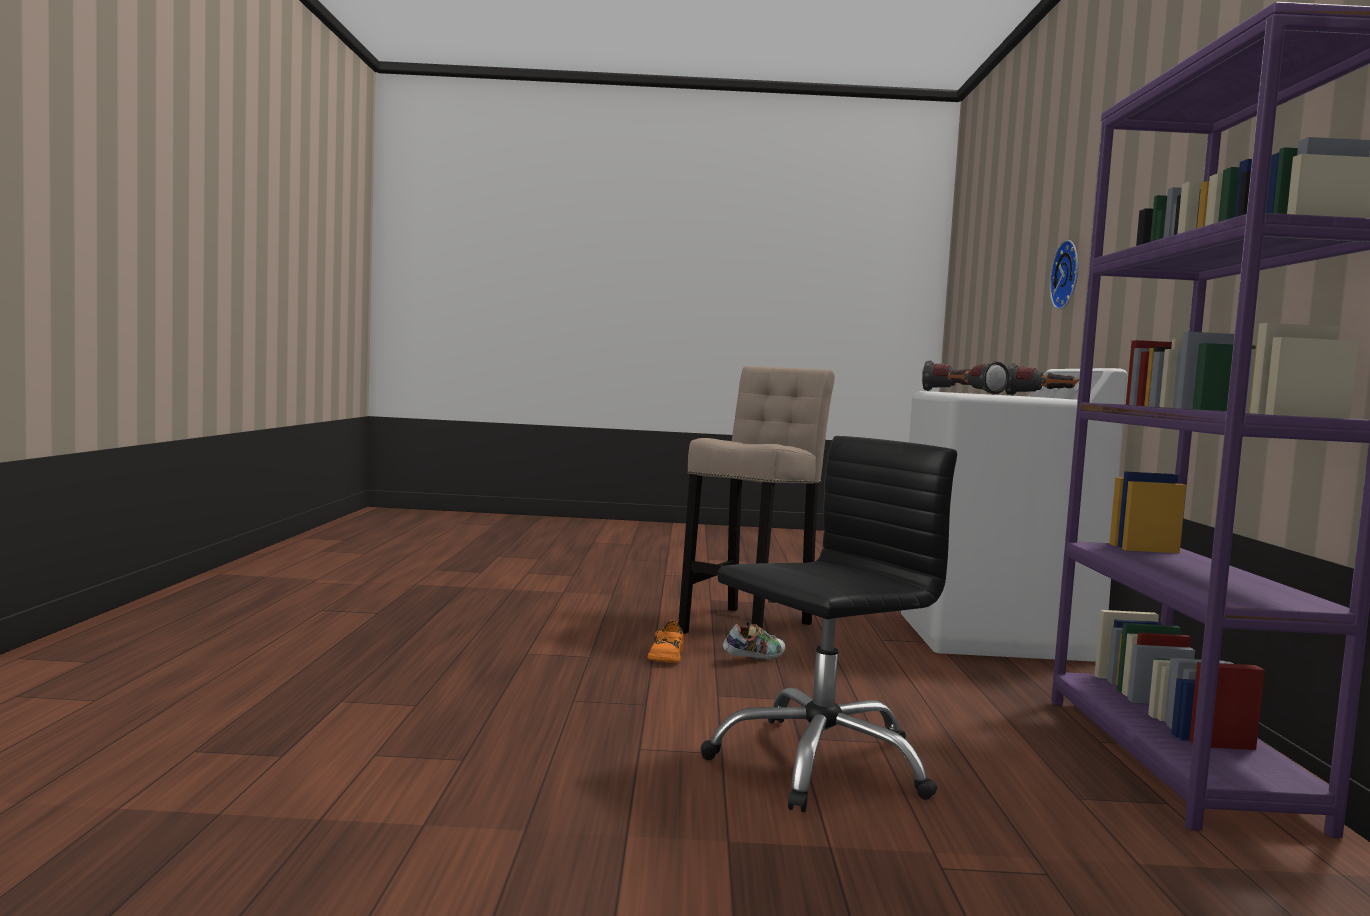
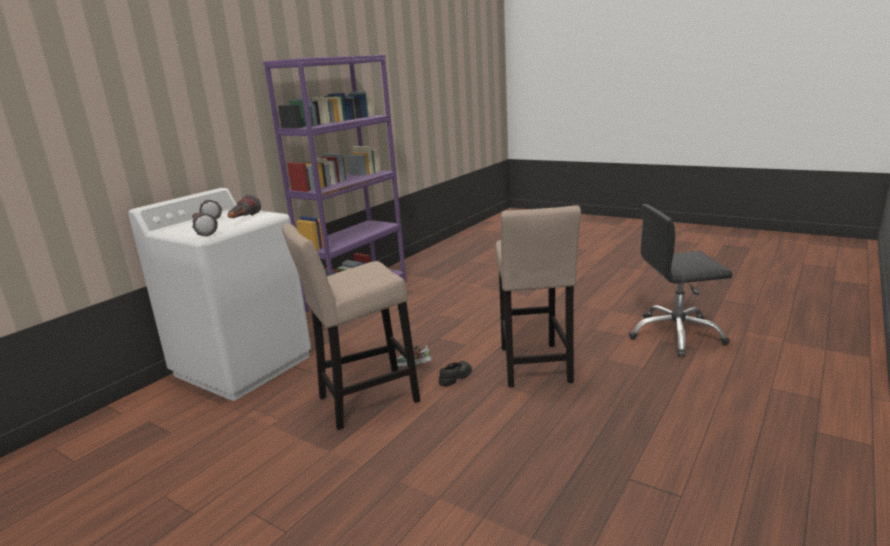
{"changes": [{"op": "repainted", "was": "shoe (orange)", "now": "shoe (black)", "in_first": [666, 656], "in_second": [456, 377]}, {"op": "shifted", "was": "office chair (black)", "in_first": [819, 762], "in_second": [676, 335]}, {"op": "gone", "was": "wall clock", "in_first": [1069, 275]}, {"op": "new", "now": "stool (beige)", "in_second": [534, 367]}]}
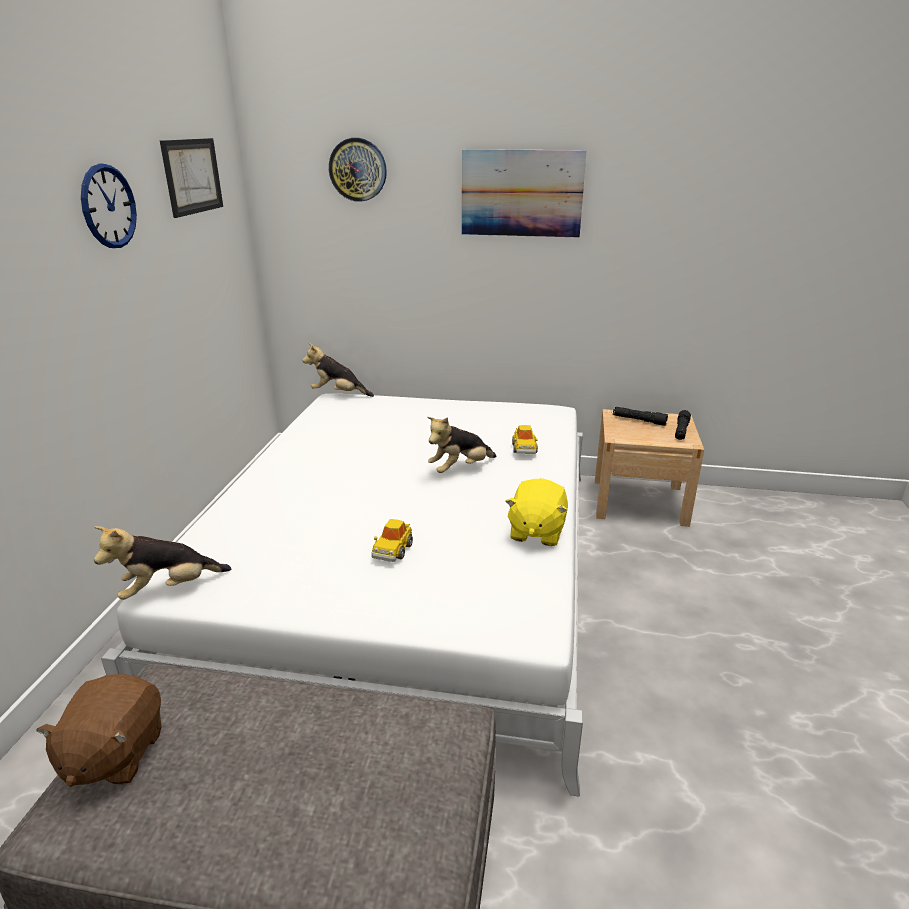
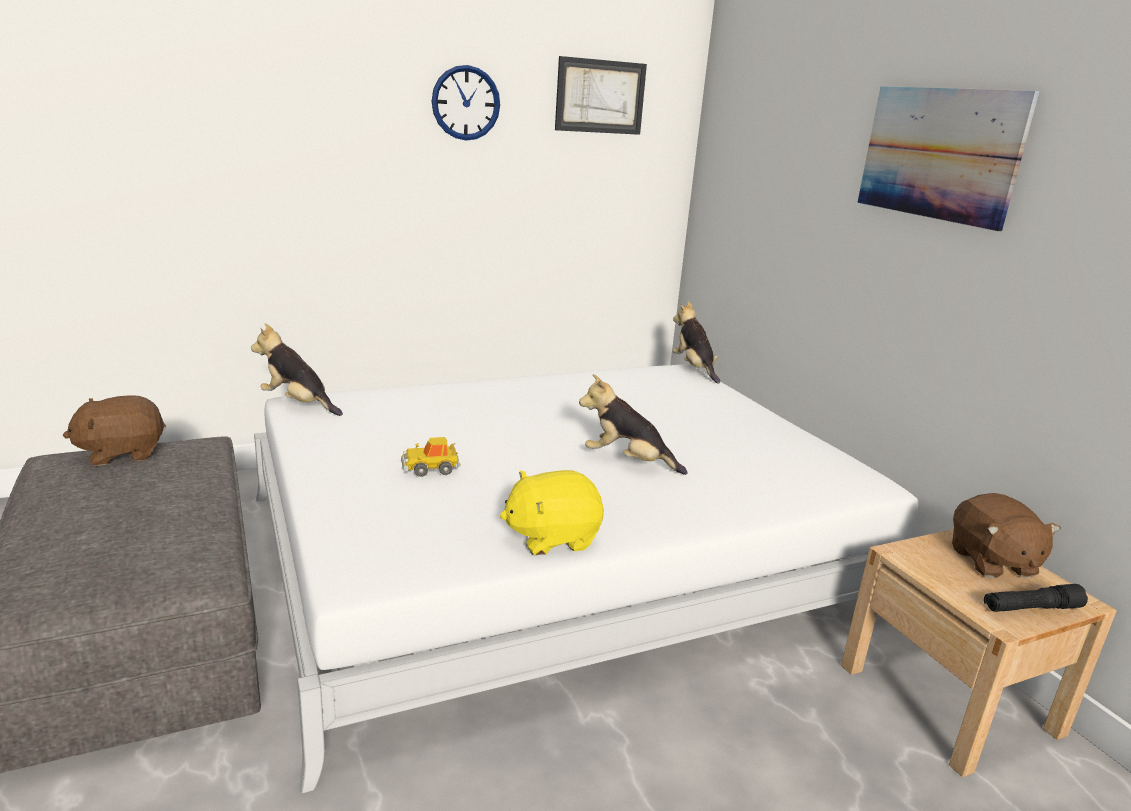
{"changes": [{"op": "gone", "was": "wall clock", "in_first": [358, 170]}, {"op": "gone", "was": "toy car", "in_first": [524, 448]}, {"op": "swapped", "was": "flashlight (black)", "now": "plush toy (brown)", "in_first": [639, 420], "in_second": [991, 562]}]}
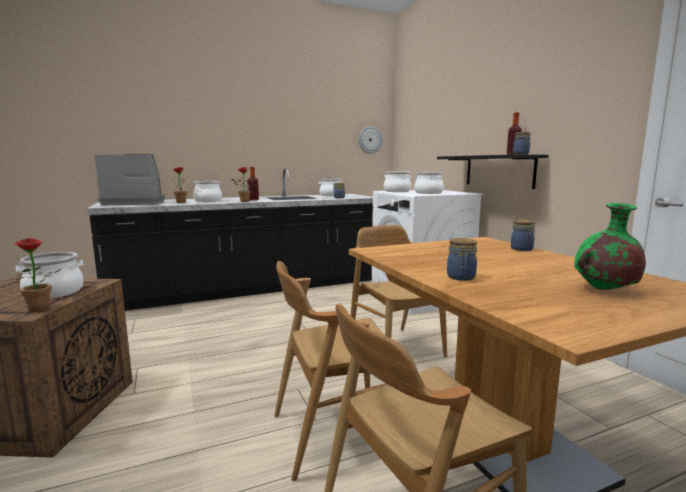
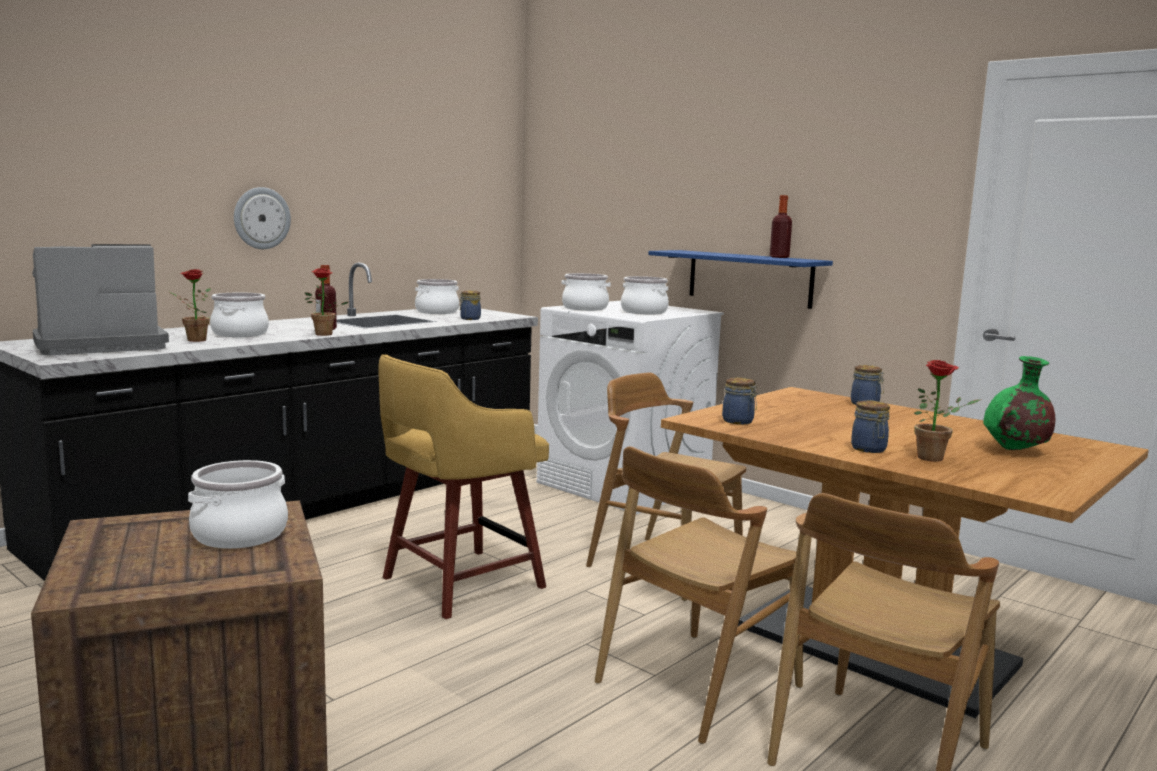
{"changes": [{"op": "shifted", "was": "potted plant", "in_first": [40, 309], "in_second": [936, 459]}, {"op": "shifted", "was": "wall clock", "in_first": [370, 140], "in_second": [261, 218]}, {"op": "repainted", "was": "shelf (black)", "now": "shelf (blue)", "in_first": [499, 171], "in_second": [749, 278]}, {"op": "shifted", "was": "jar", "in_first": [521, 154], "in_second": [739, 421]}, {"op": "new", "now": "stool (yellow)", "in_second": [458, 583]}]}
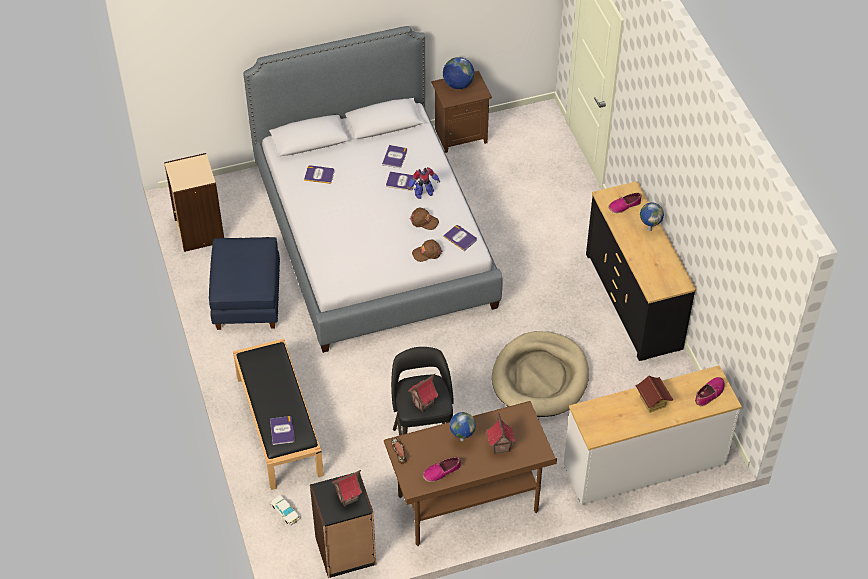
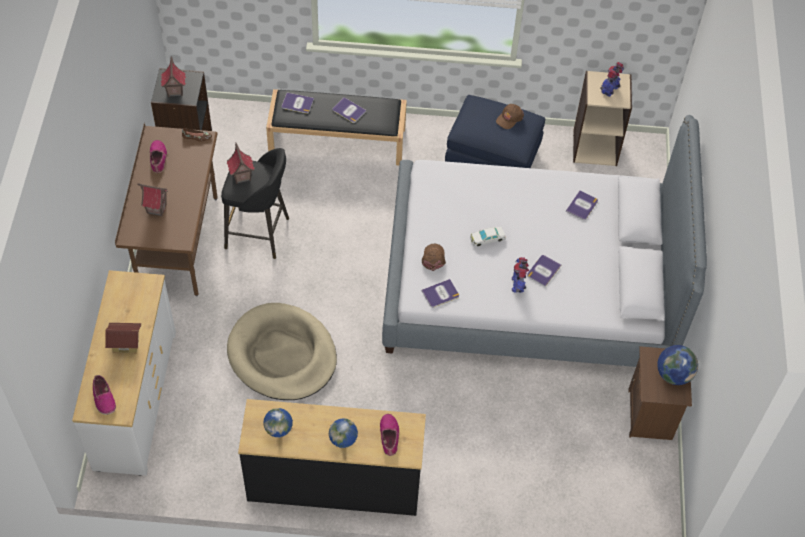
{"changes": [{"op": "shifted", "was": "toy car (white)", "in_first": [285, 511], "in_second": [487, 238]}, {"op": "shifted", "was": "book", "in_first": [395, 157], "in_second": [349, 111]}, {"op": "shifted", "was": "cap (brown)", "in_first": [424, 221], "in_second": [509, 118]}, {"op": "shifted", "was": "globe", "in_first": [461, 439], "in_second": [279, 435]}, {"op": "new", "now": "toy robot", "in_second": [610, 90]}]}
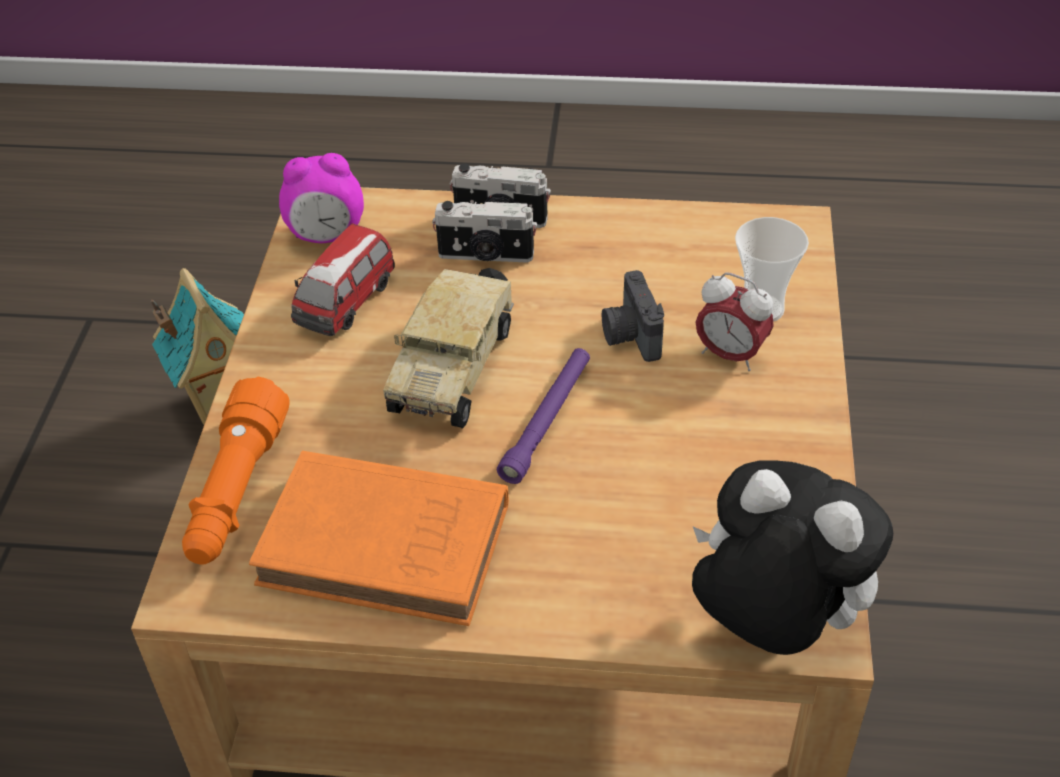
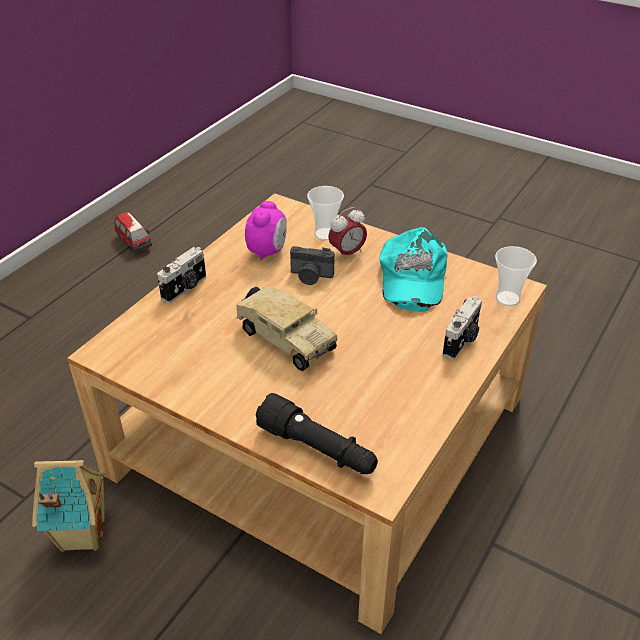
{"changes": [{"op": "repainted", "was": "flashlight (orange)", "now": "flashlight (black)", "in_first": [236, 491], "in_second": [317, 449]}, {"op": "gone", "was": "book (orange)", "in_first": [391, 546]}, {"op": "shifted", "was": "alarm clock", "in_first": [327, 235], "in_second": [267, 251]}, {"op": "shifted", "was": "toy car", "in_first": [346, 304], "in_second": [134, 242]}, {"op": "shifted", "was": "photo camera", "in_first": [485, 256], "in_second": [462, 341]}, {"op": "gone", "was": "flashlight (purple)", "in_first": [547, 421]}, {"op": "swapped", "was": "plush toy", "now": "cup", "in_first": [772, 624], "in_second": [507, 299]}, {"op": "new", "now": "cap (turquoise)", "in_second": [411, 277]}]}
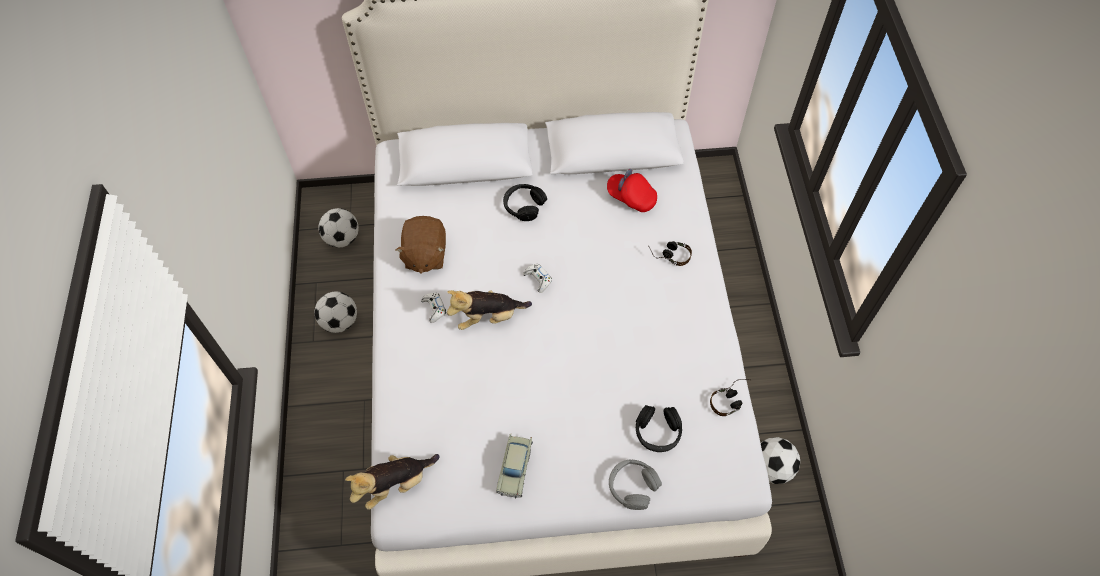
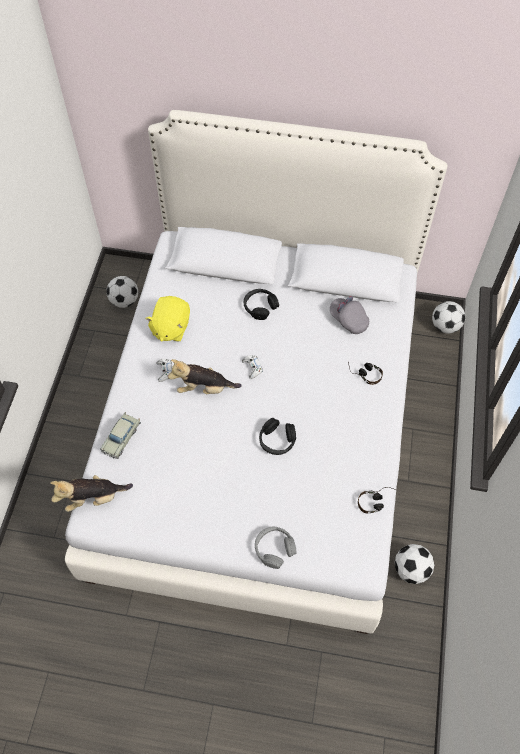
{"changes": [{"op": "shifted", "was": "football", "in_first": [340, 322], "in_second": [445, 326]}, {"op": "repainted", "was": "plush toy (brown)", "now": "plush toy (yellow)", "in_first": [424, 255], "in_second": [170, 328]}, {"op": "shifted", "was": "toy car (beige)", "in_first": [515, 468], "in_second": [121, 438]}, {"op": "repainted", "was": "cap (red)", "now": "cap (grey)", "in_first": [631, 197], "in_second": [348, 320]}, {"op": "shifted", "was": "headphones (black)", "in_first": [657, 432], "in_second": [277, 440]}]}
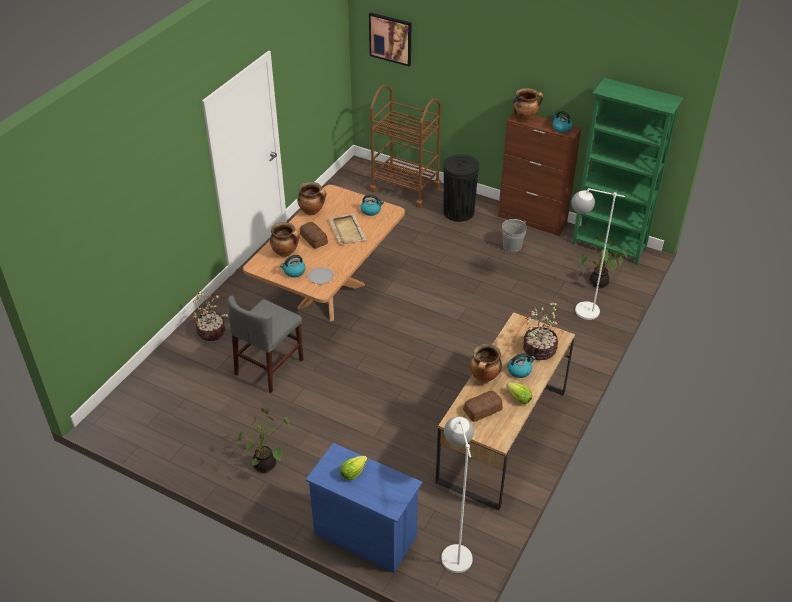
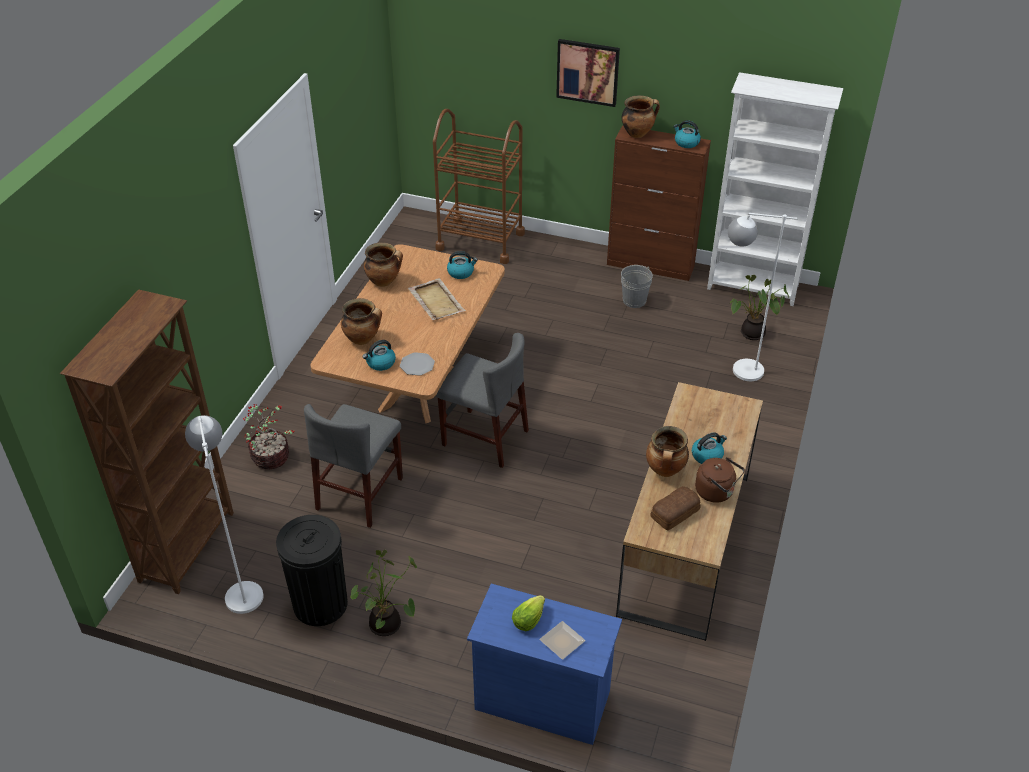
{"changes": [{"op": "gone", "was": "bread", "in_first": [313, 239]}, {"op": "shifted", "was": "picture", "in_first": [390, 38], "in_second": [588, 72]}, {"op": "shifted", "was": "floor lamp (white)", "in_first": [454, 549], "in_second": [242, 587]}, {"op": "shifted", "was": "trash can (black)", "in_first": [458, 212], "in_second": [320, 603]}, {"op": "swapped", "was": "lettuce", "now": "kettle (brown)", "in_first": [519, 398], "in_second": [716, 492]}, {"op": "gone", "was": "potted plant", "in_first": [540, 349]}, {"op": "repainted", "was": "bookcase (green)", "now": "bookcase (white)", "in_first": [609, 247], "in_second": [753, 288]}, {"op": "new", "now": "bookcase (brown)", "in_second": [188, 546]}, {"op": "new", "now": "chair (grey)", "in_second": [485, 438]}, {"op": "new", "now": "plate", "in_second": [560, 641]}]}
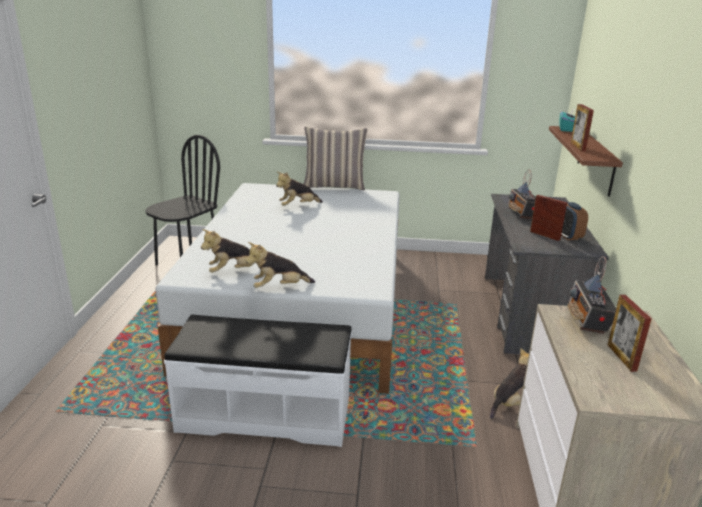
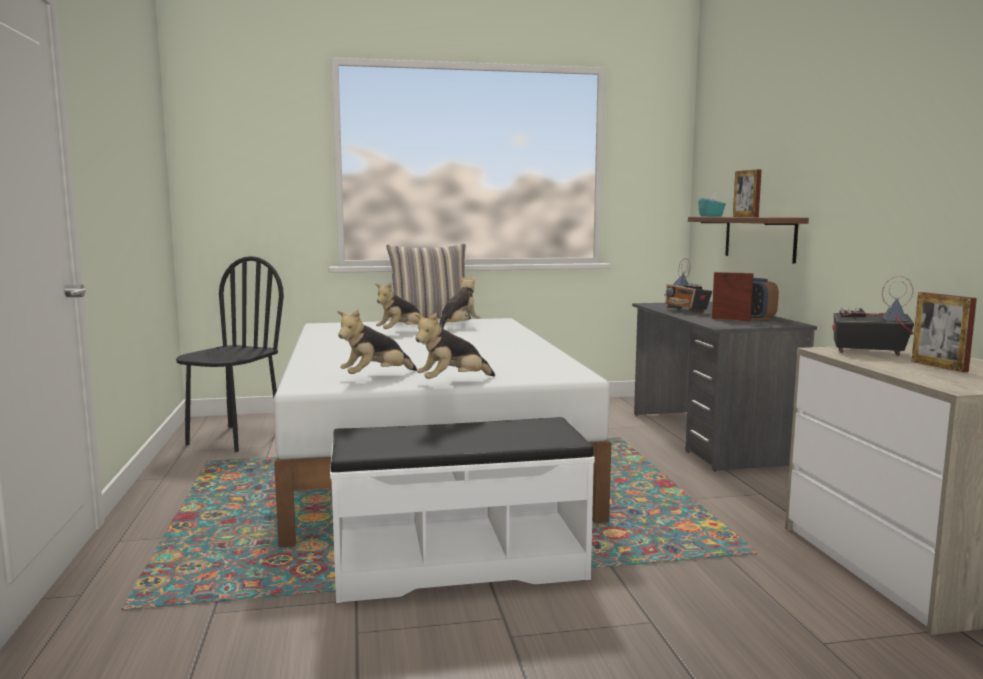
{"changes": [{"op": "shifted", "was": "plush toy", "in_first": [511, 402], "in_second": [458, 327]}, {"op": "rotated", "was": "radio", "in_first": [588, 321], "in_second": [867, 352], "clockwise": 120}]}
